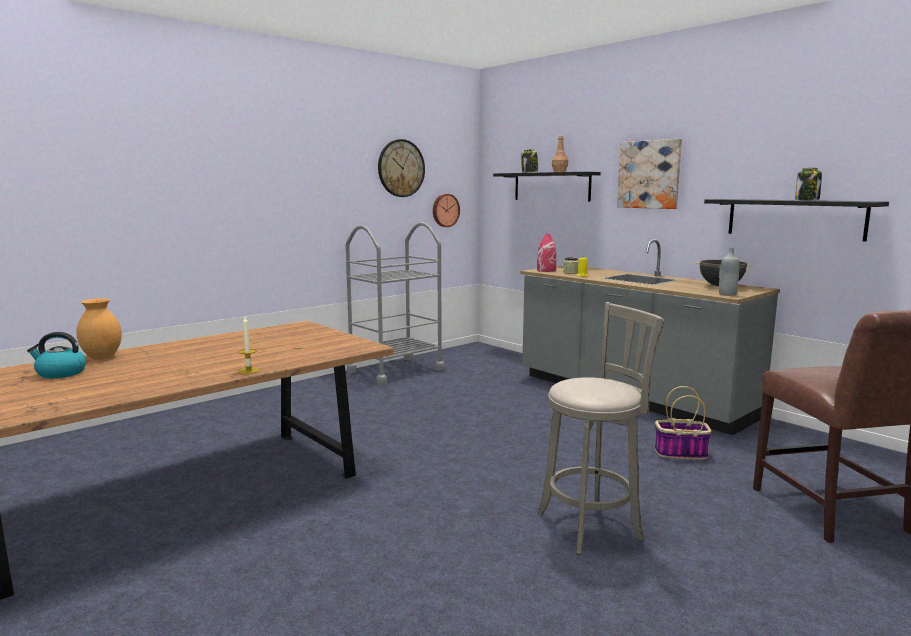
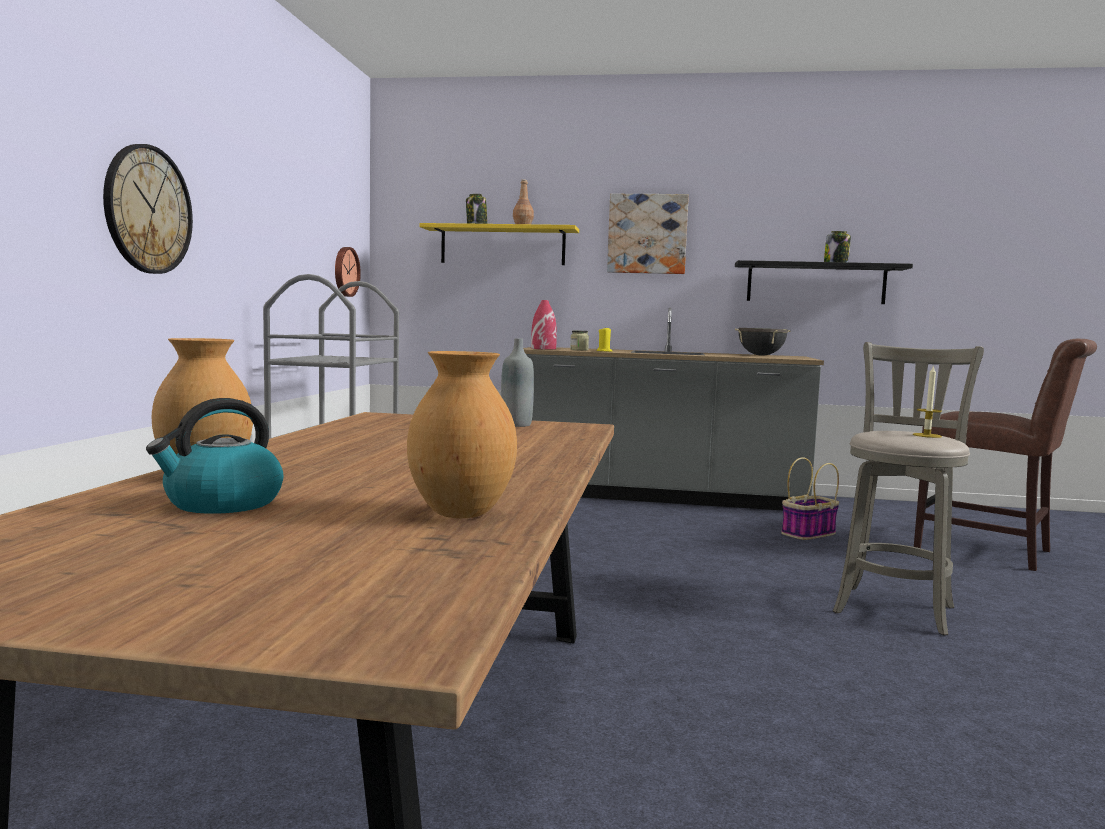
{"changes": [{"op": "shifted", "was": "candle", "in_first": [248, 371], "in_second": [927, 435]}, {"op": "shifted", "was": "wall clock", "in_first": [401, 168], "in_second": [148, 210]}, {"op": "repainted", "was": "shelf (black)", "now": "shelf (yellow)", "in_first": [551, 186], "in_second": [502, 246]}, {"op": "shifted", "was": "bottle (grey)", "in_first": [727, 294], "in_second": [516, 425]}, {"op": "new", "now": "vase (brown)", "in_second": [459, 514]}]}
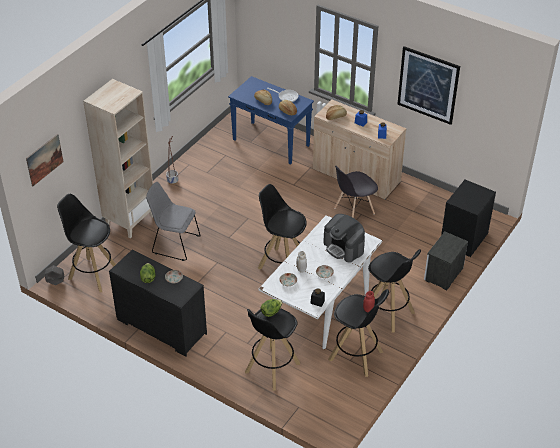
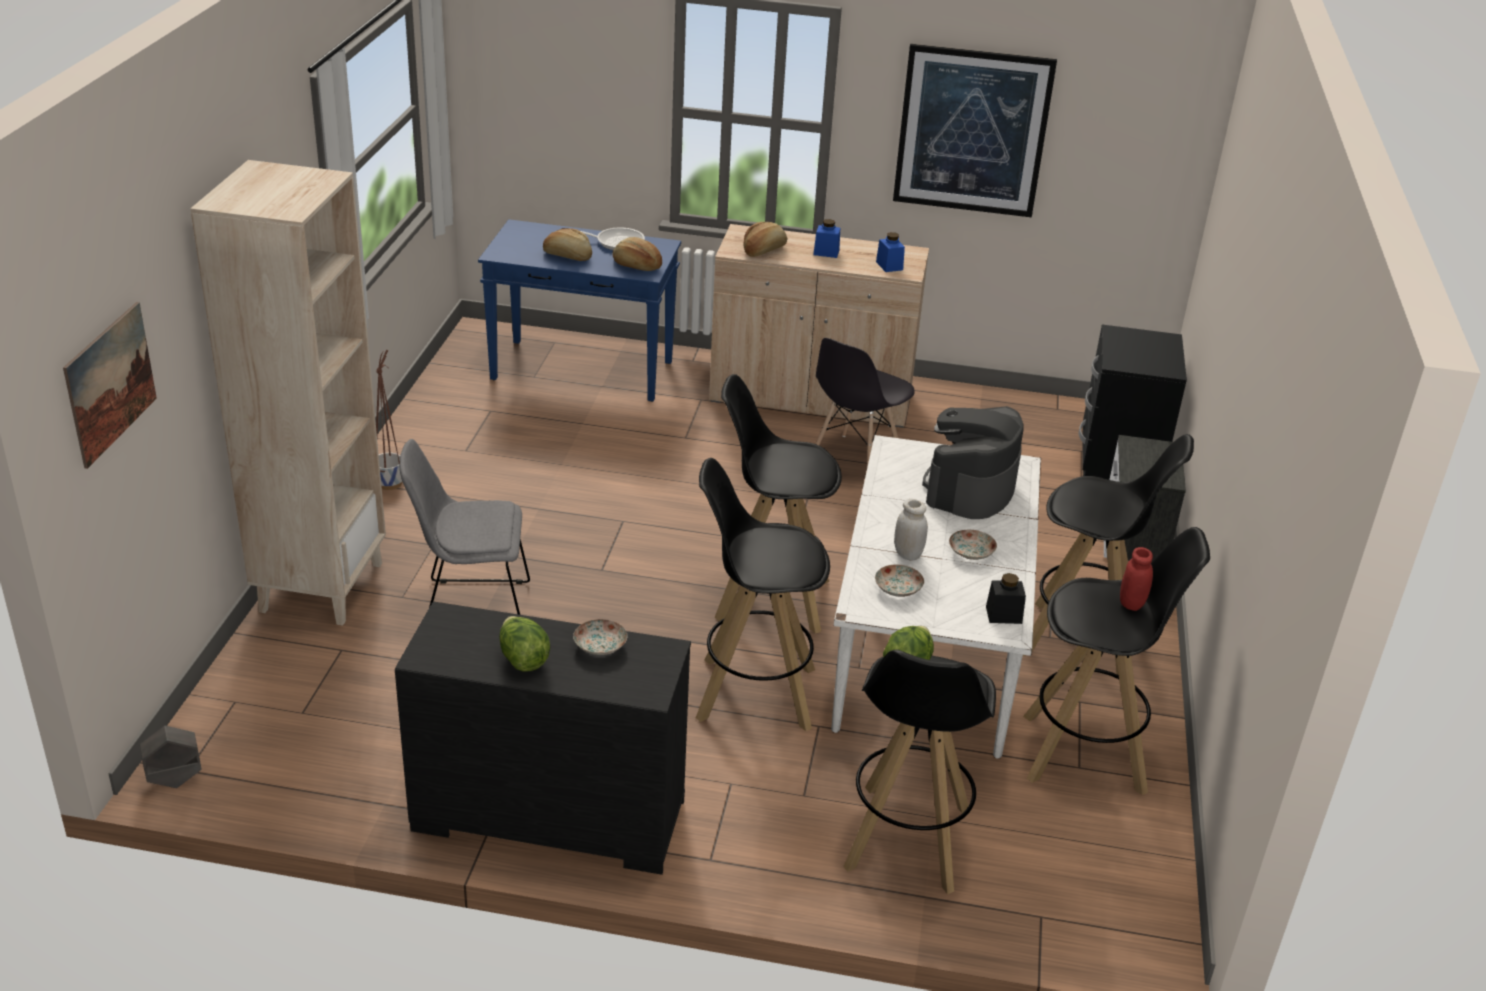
{"changes": [{"op": "shifted", "was": "stool (black)", "in_first": [93, 274], "in_second": [754, 693]}, {"op": "rotated", "was": "coffee machine", "in_first": [344, 247], "in_second": [969, 489], "clockwise": 90}]}
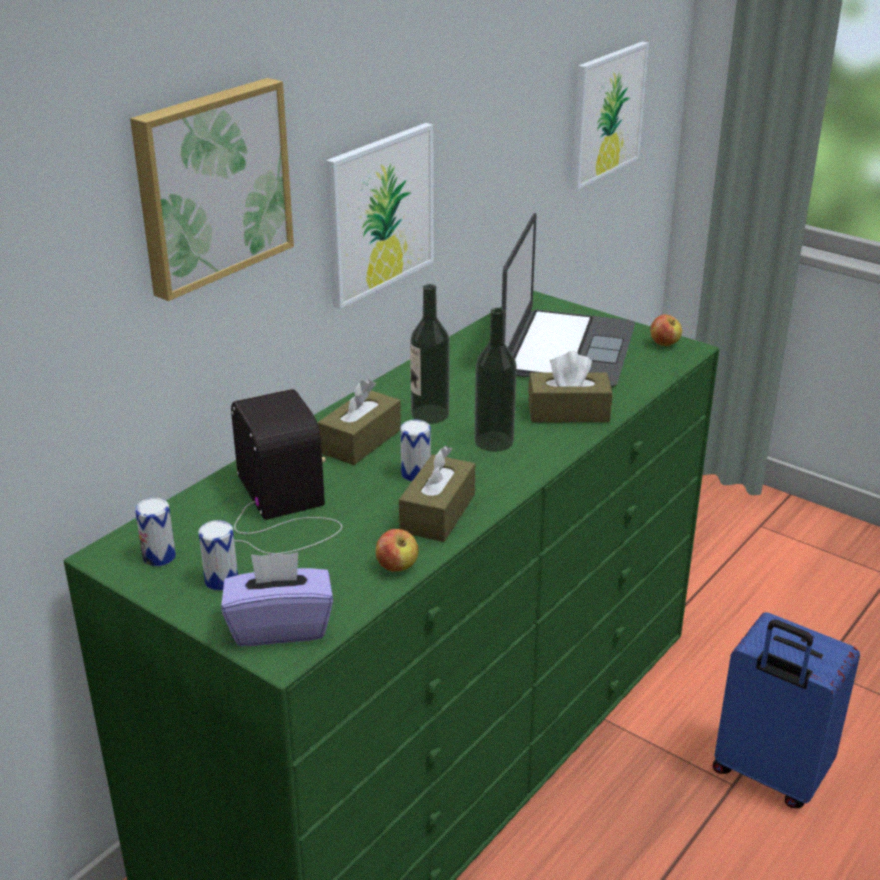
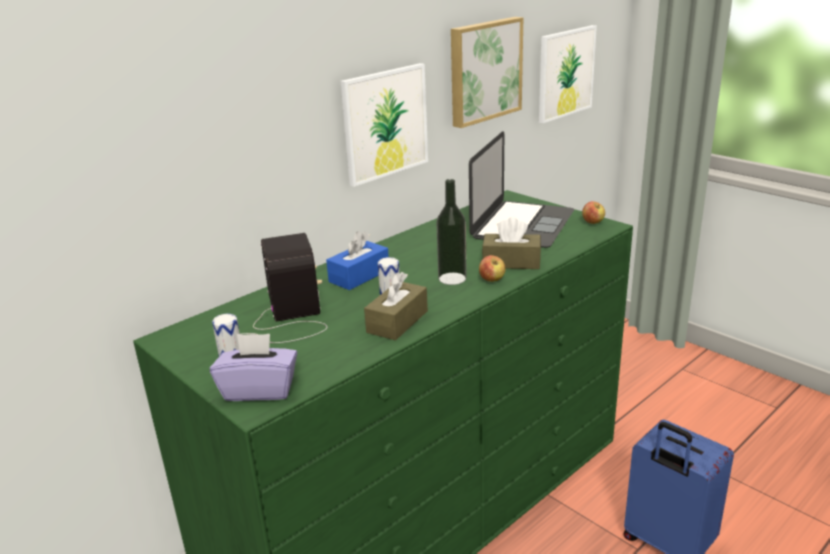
{"changes": [{"op": "shifted", "was": "picture", "in_first": [211, 185], "in_second": [483, 71]}, {"op": "gone", "was": "can", "in_first": [159, 556]}, {"op": "repainted", "was": "tissue box (brown)", "now": "tissue box (blue)", "in_first": [360, 441], "in_second": [359, 276]}, {"op": "shifted", "was": "apple", "in_first": [397, 567], "in_second": [492, 280]}, {"op": "gone", "was": "bottle", "in_first": [430, 414]}]}
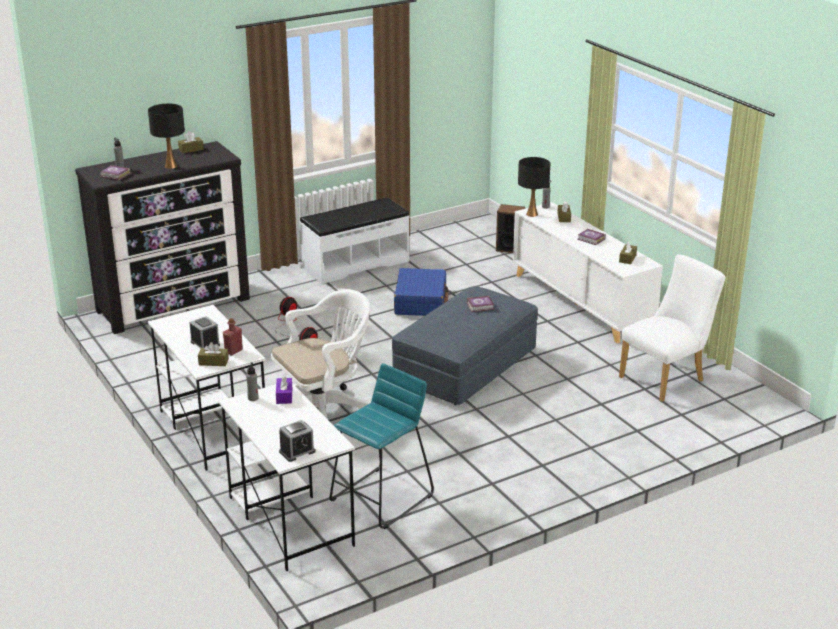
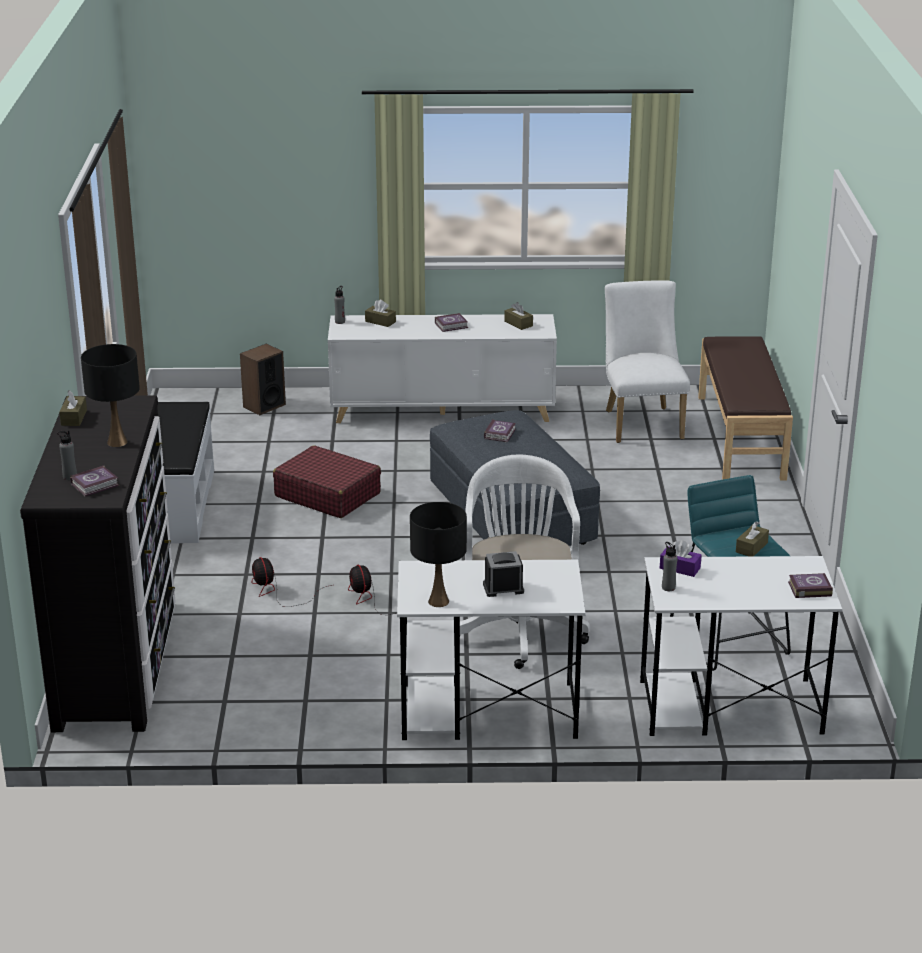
{"changes": [{"op": "shifted", "was": "tissue box (brown)", "in_first": [213, 362], "in_second": [751, 547]}, {"op": "gone", "was": "bottle (red)", "in_first": [233, 351]}, {"op": "swapped", "was": "alarm clock", "now": "book", "in_first": [297, 452], "in_second": [808, 589]}, {"op": "repainted", "was": "suitcase (blue)", "now": "suitcase (red)", "in_first": [420, 302], "in_second": [327, 495]}, {"op": "shifted", "was": "table lamp (black)", "in_first": [531, 214], "in_second": [438, 601]}, {"op": "new", "now": "bench (brown)", "in_second": [741, 437]}]}
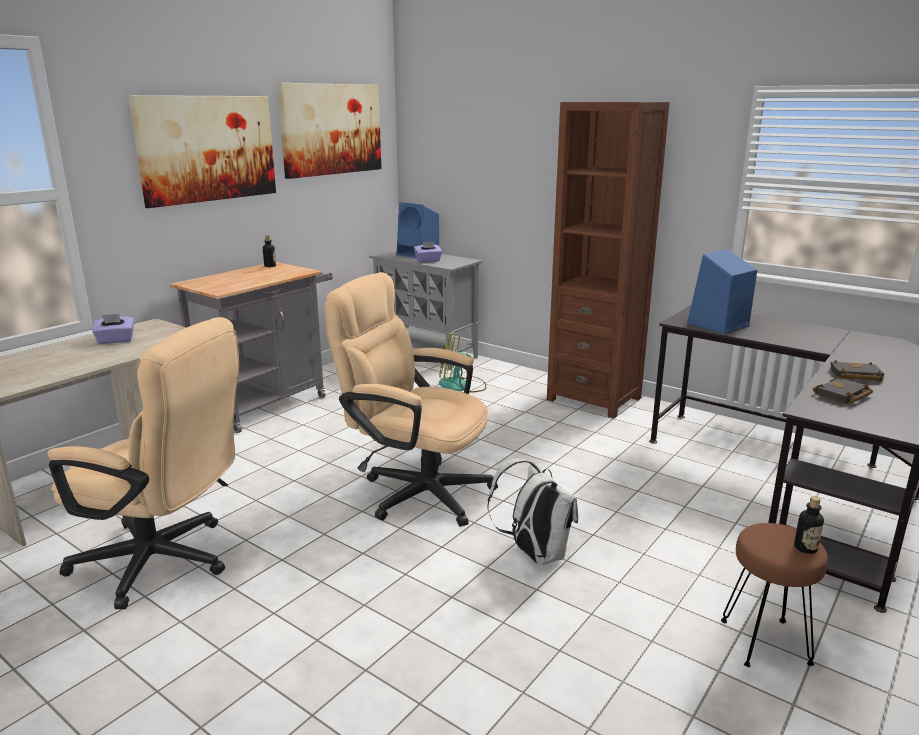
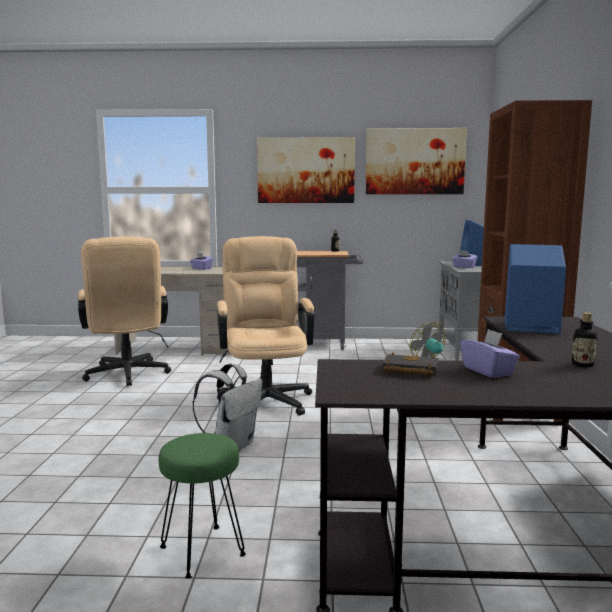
{"changes": [{"op": "repainted", "was": "stool (brown)", "now": "stool (green)", "in_first": [763, 642], "in_second": [202, 550]}, {"op": "shifted", "was": "bottle", "in_first": [805, 548], "in_second": [582, 365]}, {"op": "swapped", "was": "book (black)", "now": "tissue box (purple)", "in_first": [854, 376], "in_second": [488, 371]}]}
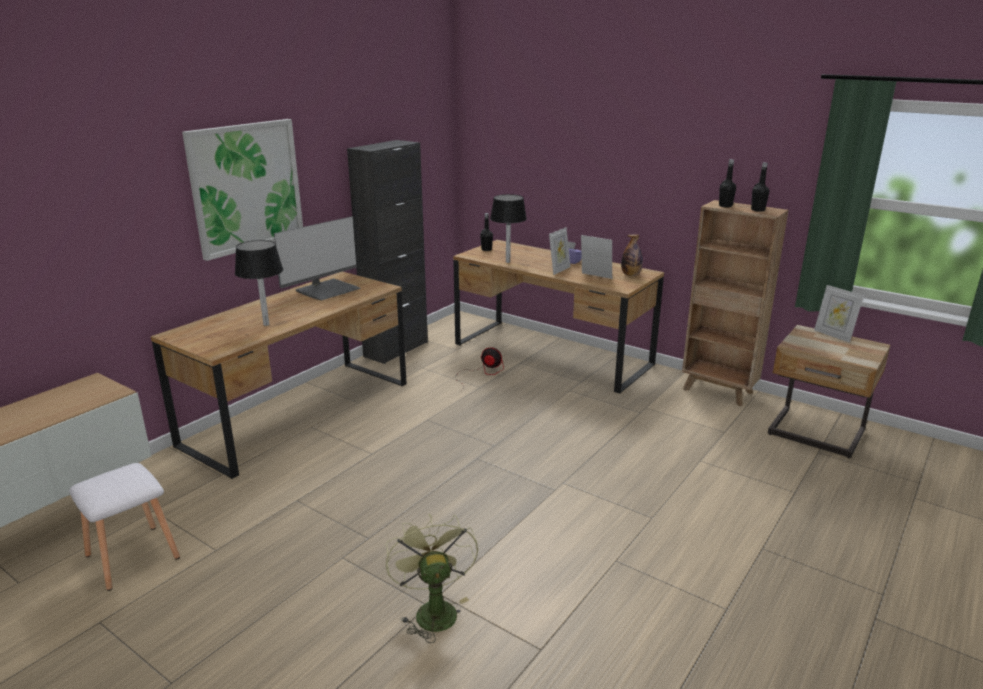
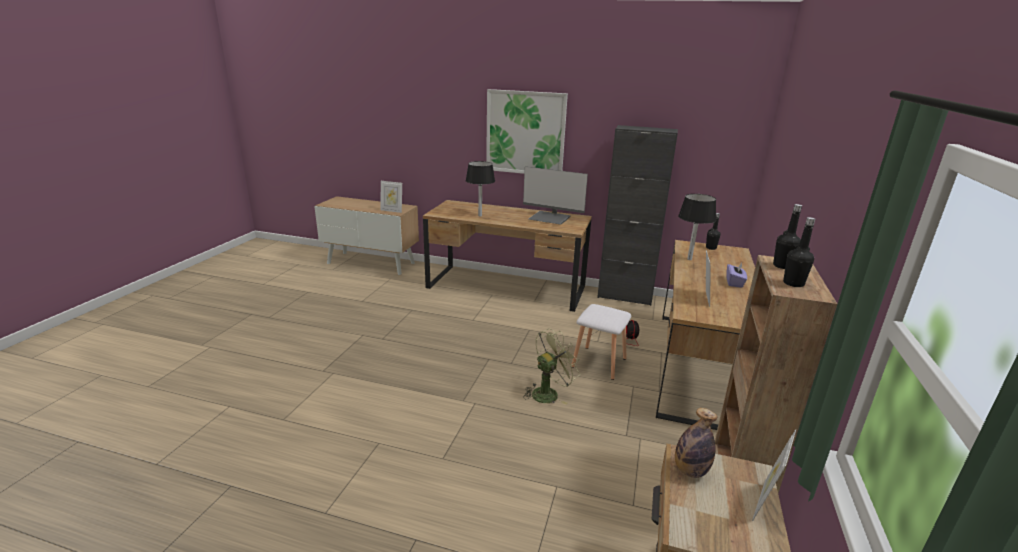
{"changes": [{"op": "shifted", "was": "stool (white)", "in_first": [131, 556], "in_second": [598, 362]}, {"op": "shifted", "was": "fan (green)", "in_first": [432, 610], "in_second": [549, 393]}, {"op": "shifted", "was": "picture frame", "in_first": [559, 270], "in_second": [392, 210]}, {"op": "shifted", "was": "bottle", "in_first": [631, 275], "in_second": [690, 471]}]}
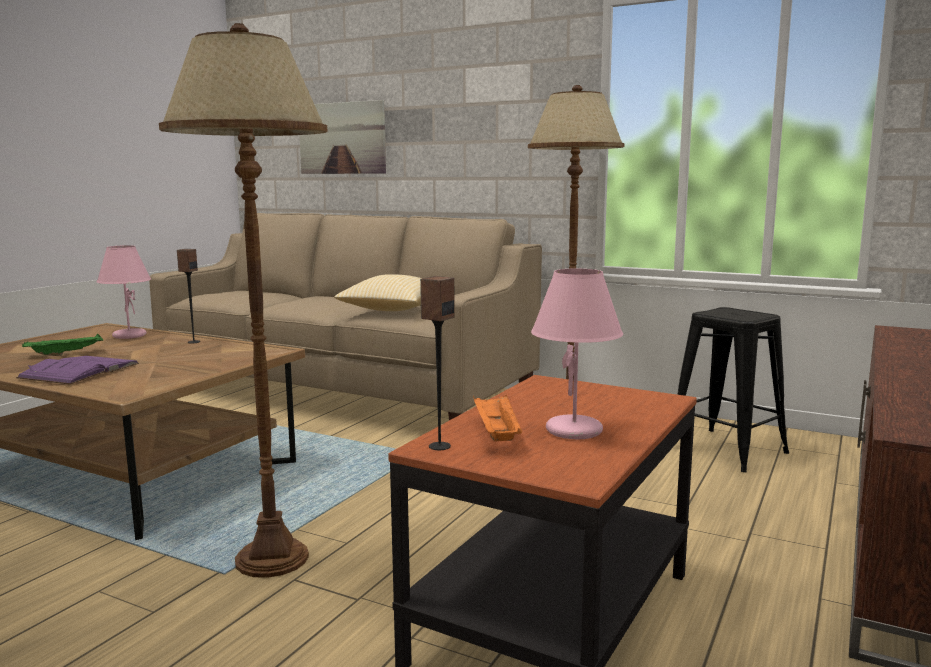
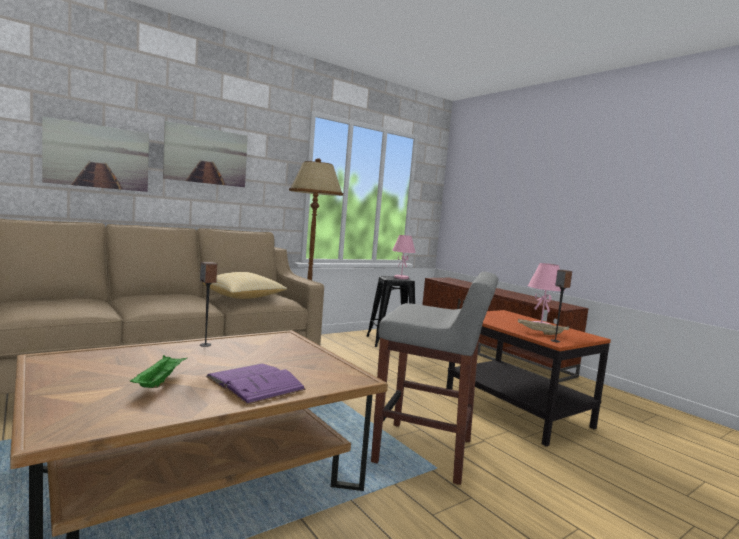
{"changes": [{"op": "shifted", "was": "table lamp (pink)", "in_first": [128, 336], "in_second": [401, 278]}, {"op": "swapped", "was": "floor lamp (brown)", "now": "stool (grey)", "in_first": [271, 558], "in_second": [425, 452]}, {"op": "repainted", "was": "tray (orange)", "now": "tray (beige)", "in_first": [496, 433], "in_second": [541, 333]}, {"op": "new", "now": "picture", "in_second": [206, 156]}]}
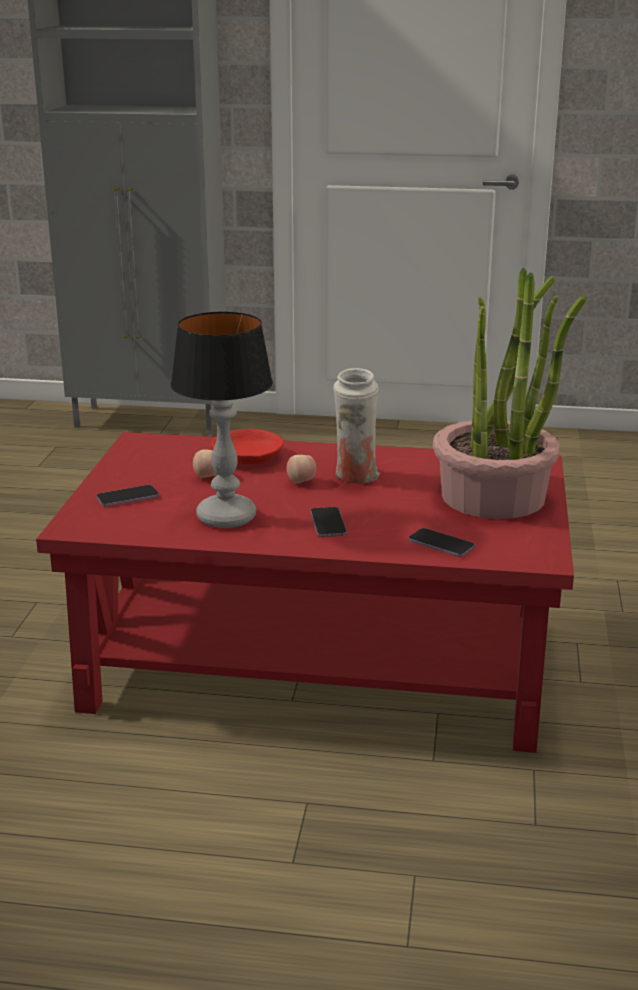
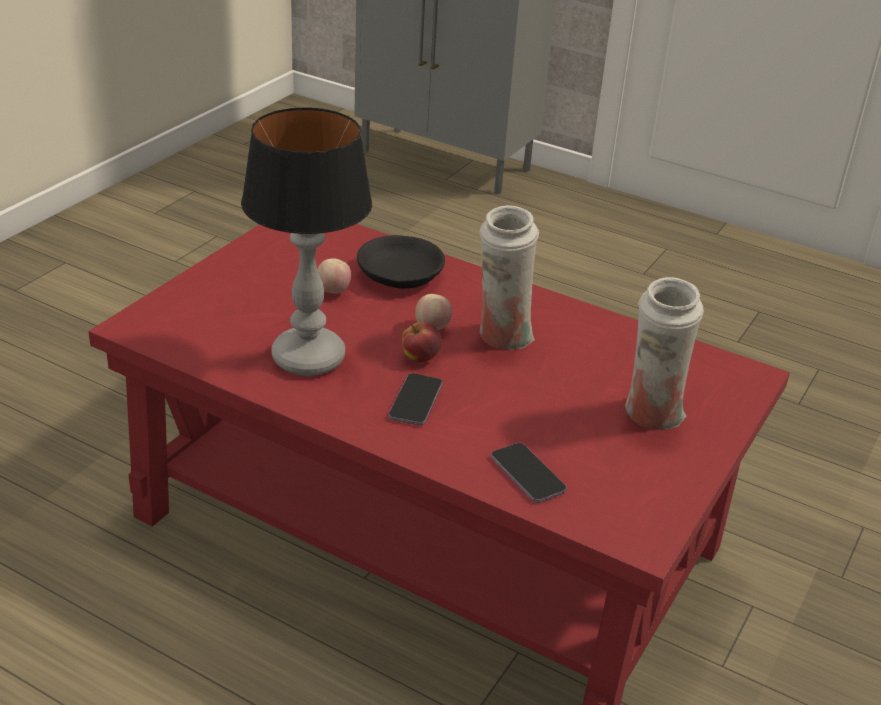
{"changes": [{"op": "gone", "was": "phone", "in_first": [127, 498]}, {"op": "repainted", "was": "bowl (red)", "now": "bowl (black)", "in_first": [248, 458], "in_second": [399, 275]}, {"op": "swapped", "was": "potted plant", "now": "vase (white)", "in_first": [494, 497], "in_second": [651, 416]}, {"op": "new", "now": "apple", "in_second": [420, 358]}]}
